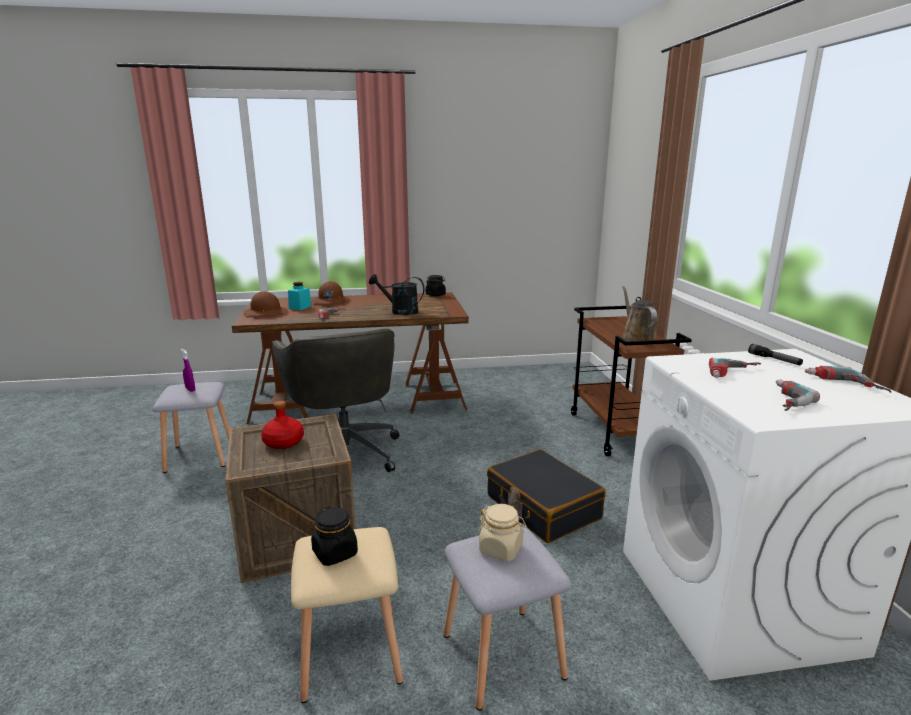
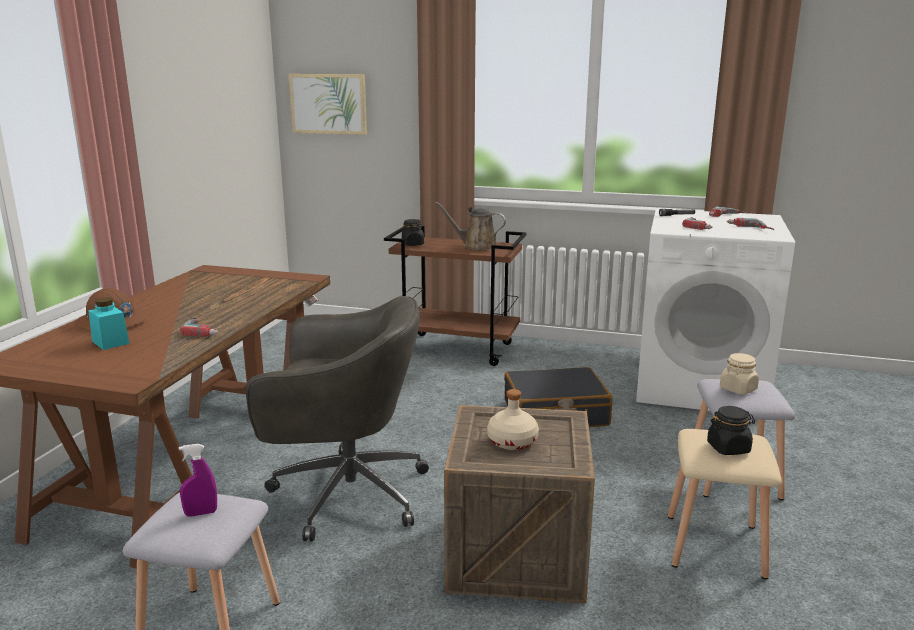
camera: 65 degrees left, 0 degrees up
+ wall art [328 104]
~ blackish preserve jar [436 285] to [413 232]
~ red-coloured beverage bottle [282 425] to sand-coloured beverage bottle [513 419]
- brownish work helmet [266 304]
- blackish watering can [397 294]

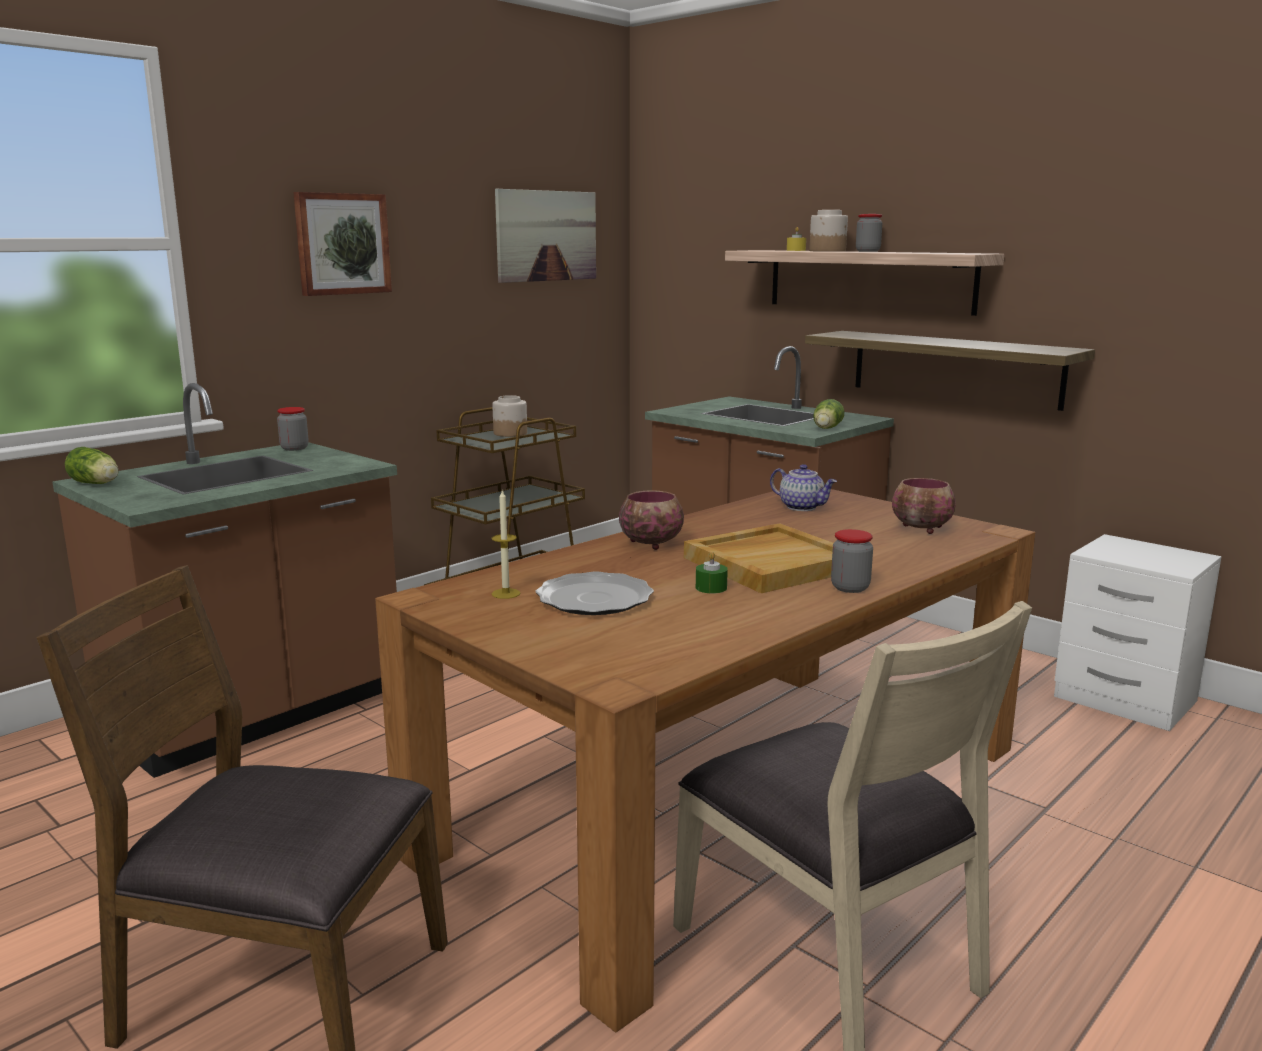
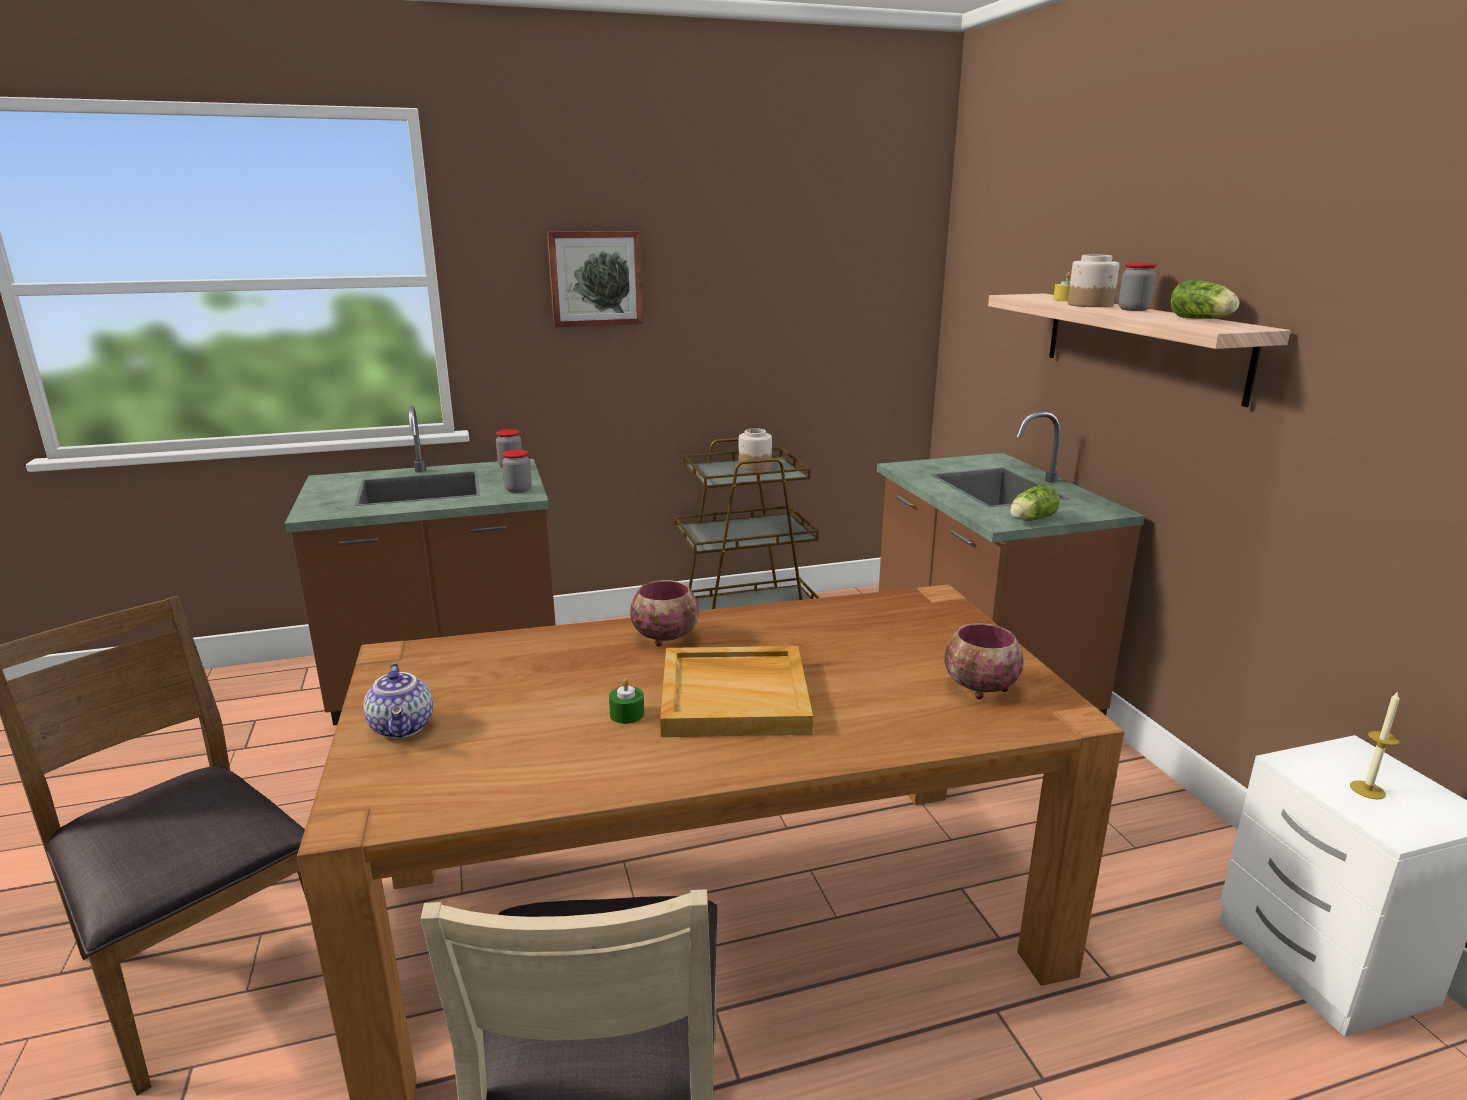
camera: 30 degrees right, 5 degrees up
~ pot for tea [803 487] to [398 701]
~ preserve jar [852 561] to [517 471]
~ head of lettuce [92 465] to [1204 299]
~ wax light [505 544] to [1375 745]
- wall art [545 236]
- plate [594 593]
- wall shelf [950 371]

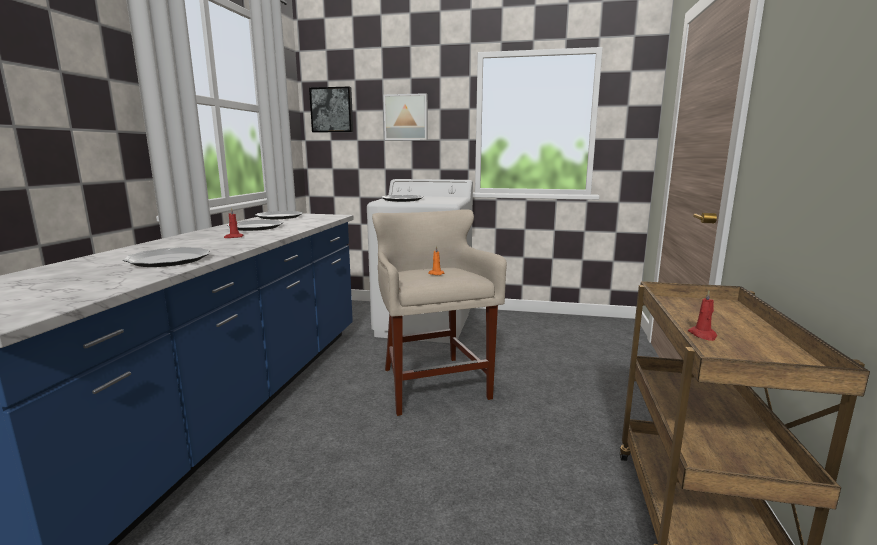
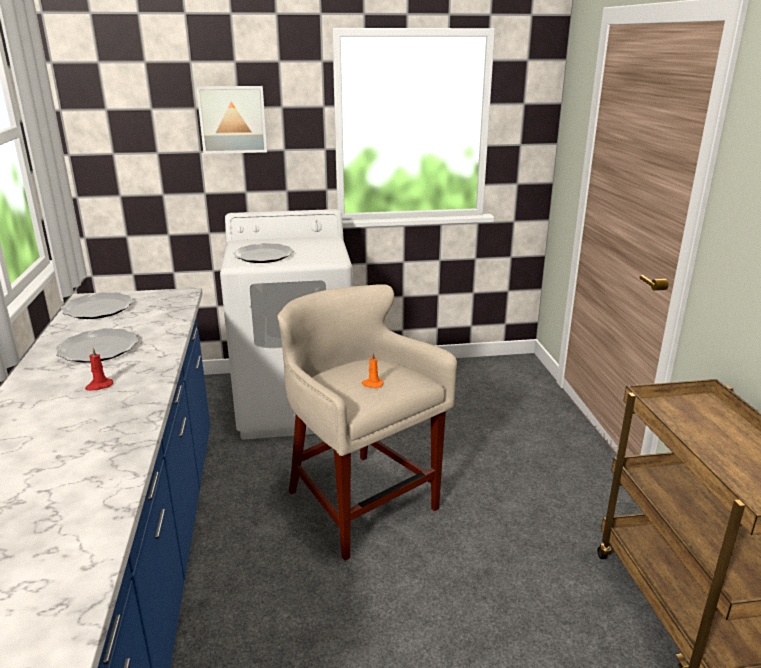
camera: 20 degrees left, 10 degrees up
- plate [166 257]
- wall art [331 109]
- red-coloured wax light [702 315]

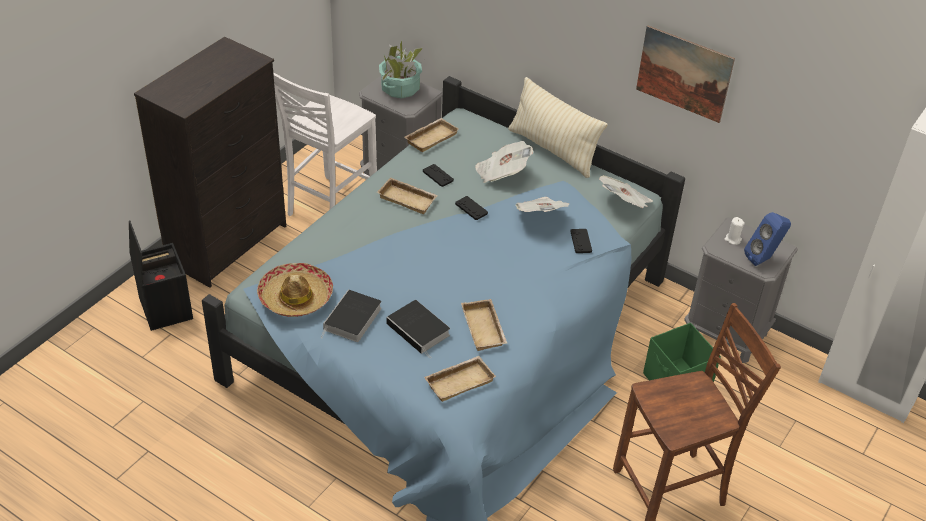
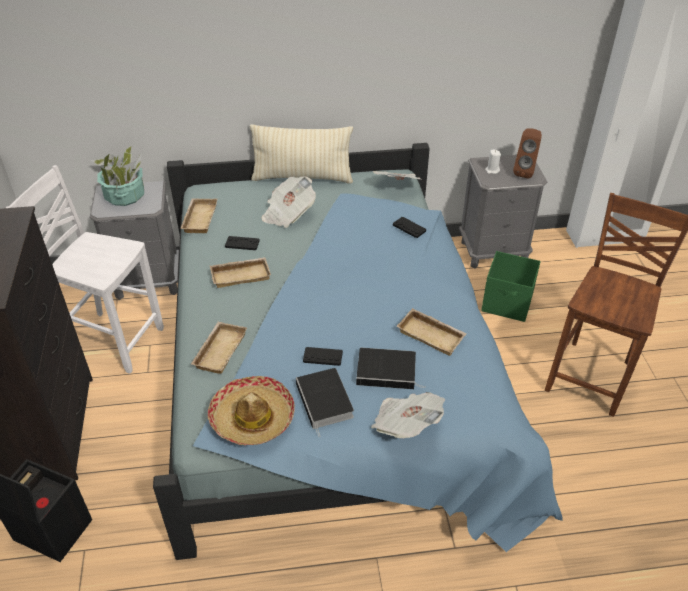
camera: 40 degrees left, 0 degrees up
~ white-coloured plain chair [325 144] = [85 269] 120 degrees clockwise
~ sand-coloured serving tray [460 379] to [219 348]
~ blackish gamepad [471 208] to [323 356]
~ daily paper [542 204] to [408 415]
~ blue loudspeaker [767 239] to brownish loudspeaker [527 153]
- wall art [685 74]

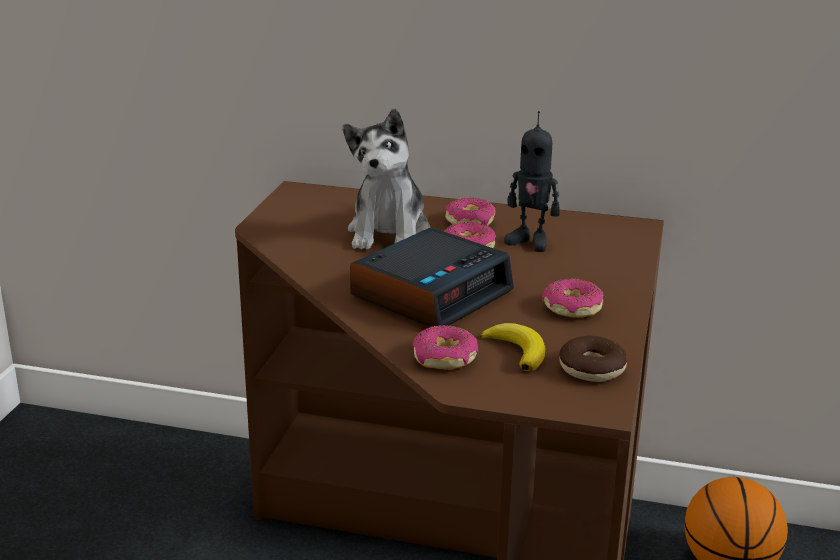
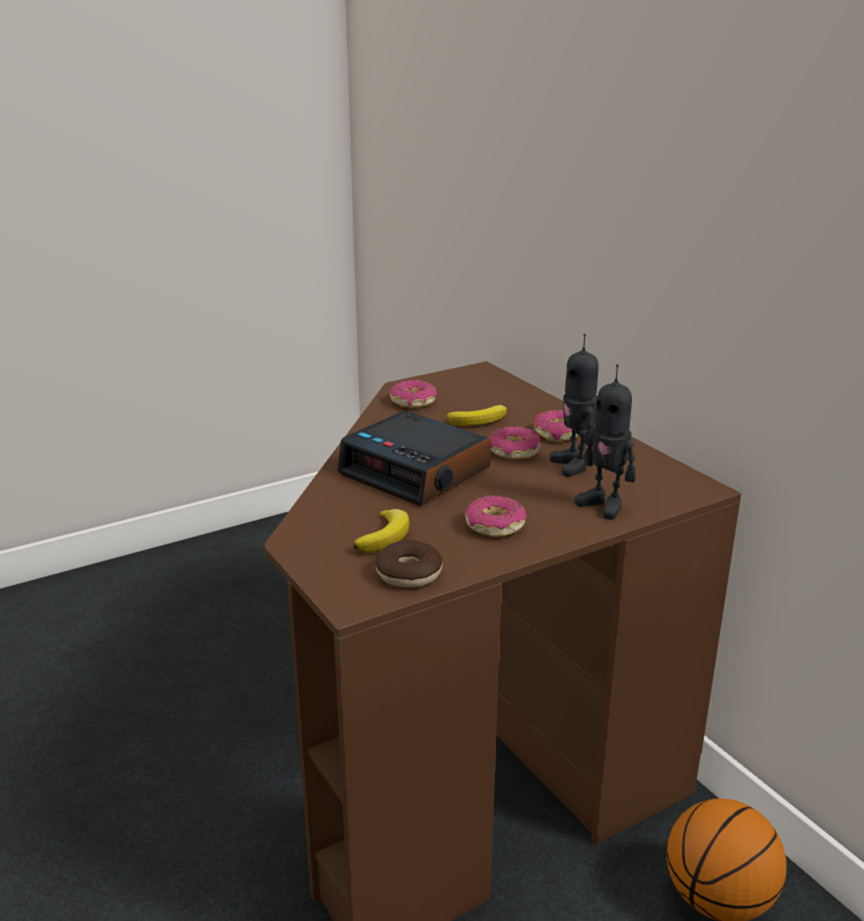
camera: 45 degrees right, 0 degrees up
~ bedside clock [432 277] = [414 458] 45 degrees clockwise
~ ring doughnut [445 347] to [413 393]
~ plush toy [387 179] to whole banana [476 415]
+ model robot [605 441]

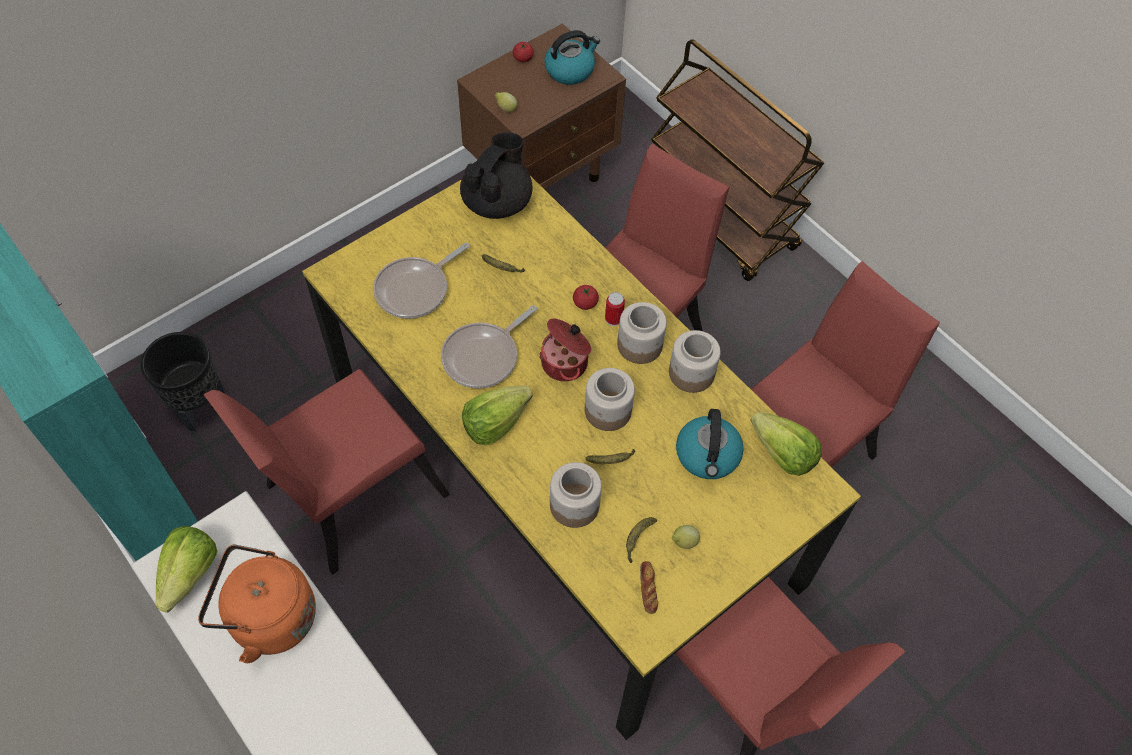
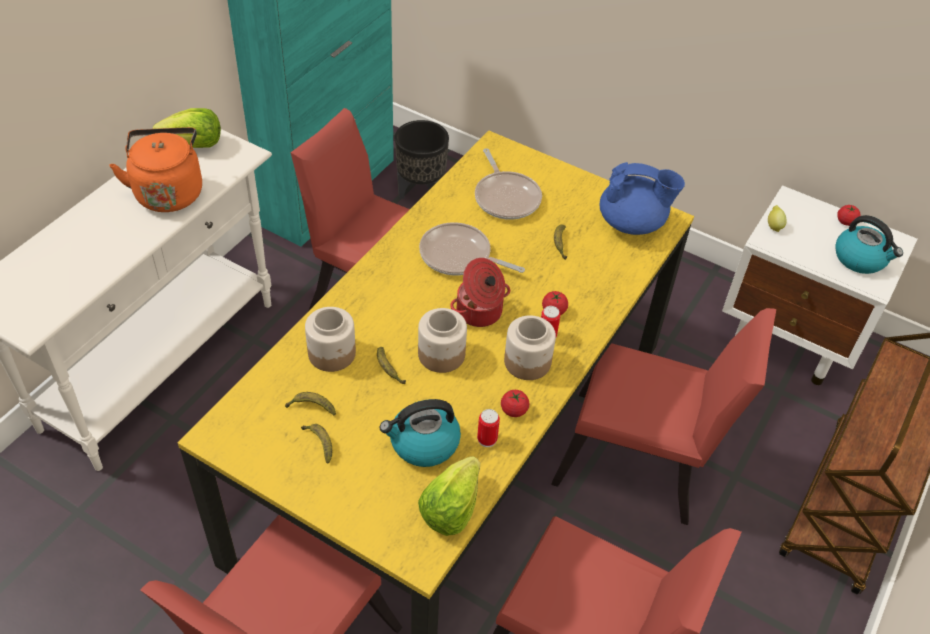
camera: 70 degrees right, 10 degrees down
~ citrus fruit [686 537] to whole banana [316 444]
~ skillet [421 281] = [508 184] 135 degrees counterclockwise
+ metal can [488 428]
~ preserve jar [695 361] to tomato [515 403]
~ blackish pot for tea [496 175] to blue pot for tea [642 198]
~ brownish night table [541 106] to white-coloured night table [819 285]
- head of lettuce [497 415]
- bread [649 587]

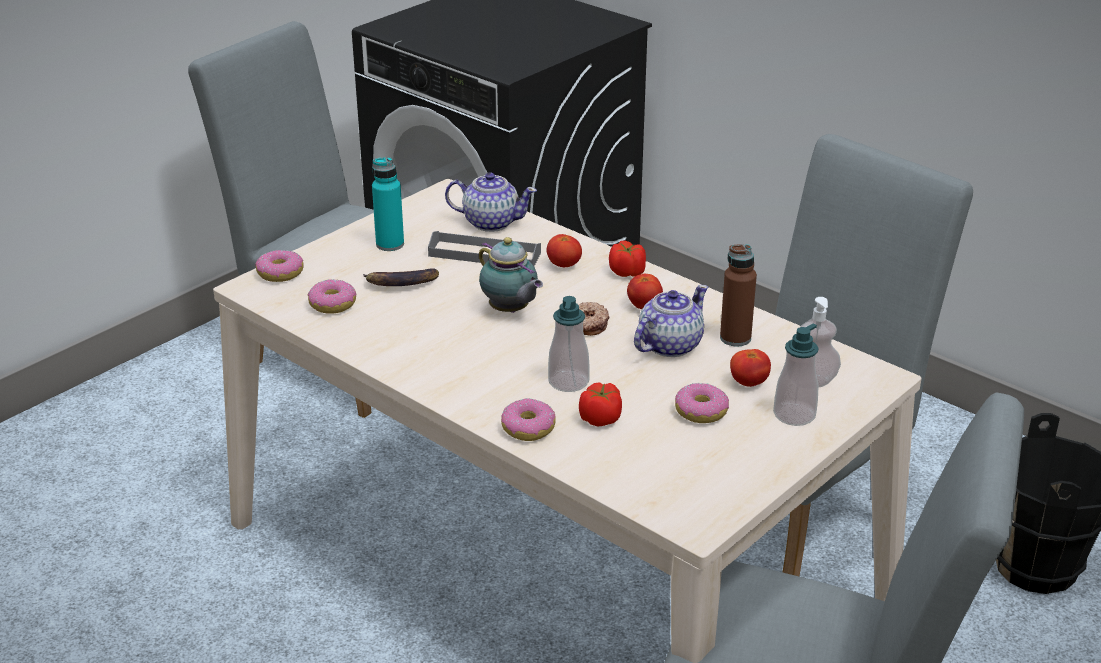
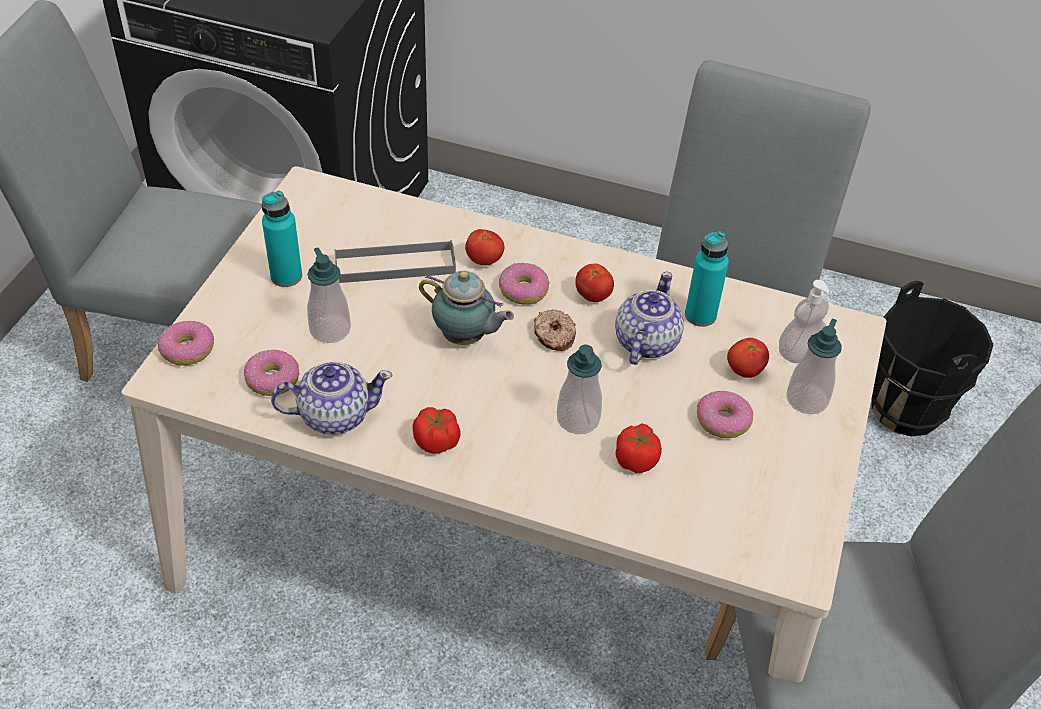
camera: 25 degrees left, 15 degrees up
~ pot for tea [491 202] to [332 398]
~ whole banana [401 277] to soap bottle [329 295]
~ tomato [627 259] to [437 430]
~ ring doughnut [528 419] to [524 284]
~ brownish beverage bottle [738 295] to blue-green beverage bottle [707 279]

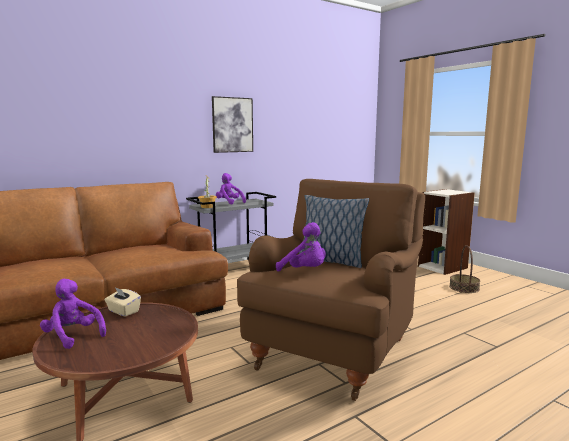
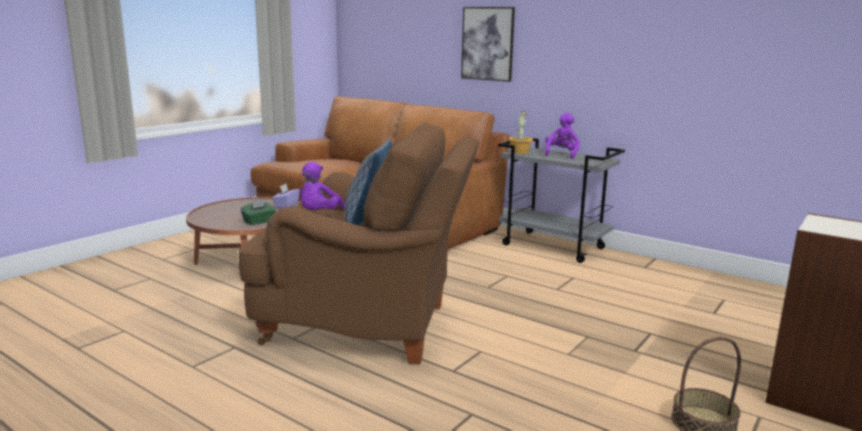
camera: 70 degrees right, 5 degrees up
+ greenish box of tissues [258 212]
~ sand-coloured box of tissues [123 302] to purplish box of tissues [286 196]
~ wall art [232 124] to [488 44]
- purplish plush toy [73 314]

